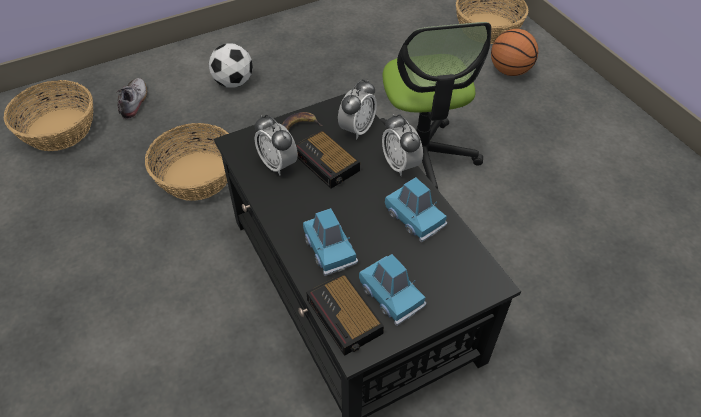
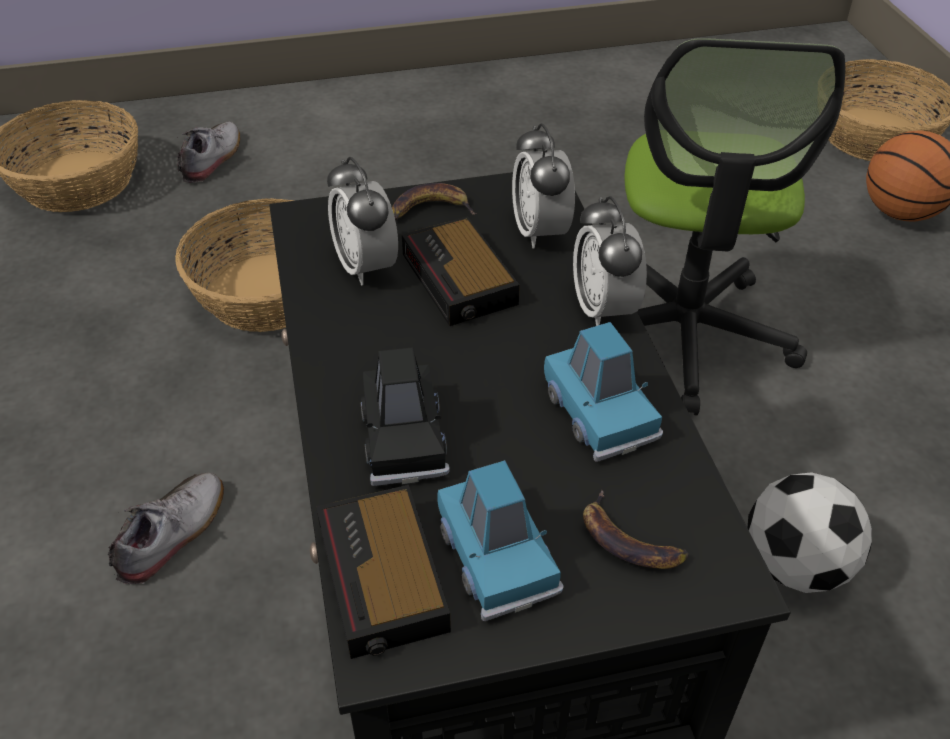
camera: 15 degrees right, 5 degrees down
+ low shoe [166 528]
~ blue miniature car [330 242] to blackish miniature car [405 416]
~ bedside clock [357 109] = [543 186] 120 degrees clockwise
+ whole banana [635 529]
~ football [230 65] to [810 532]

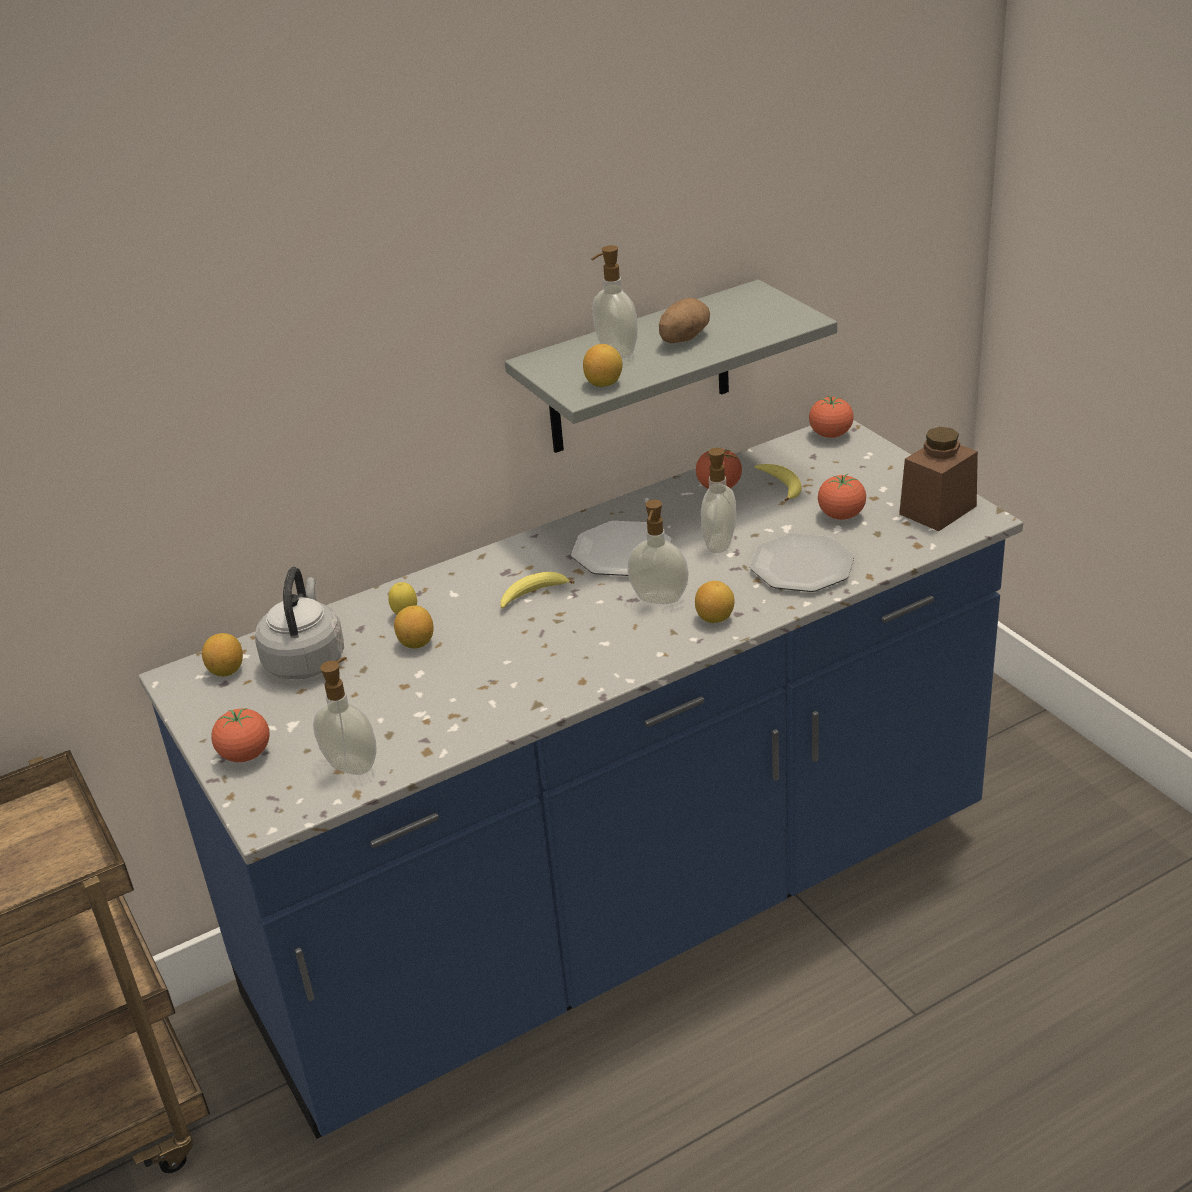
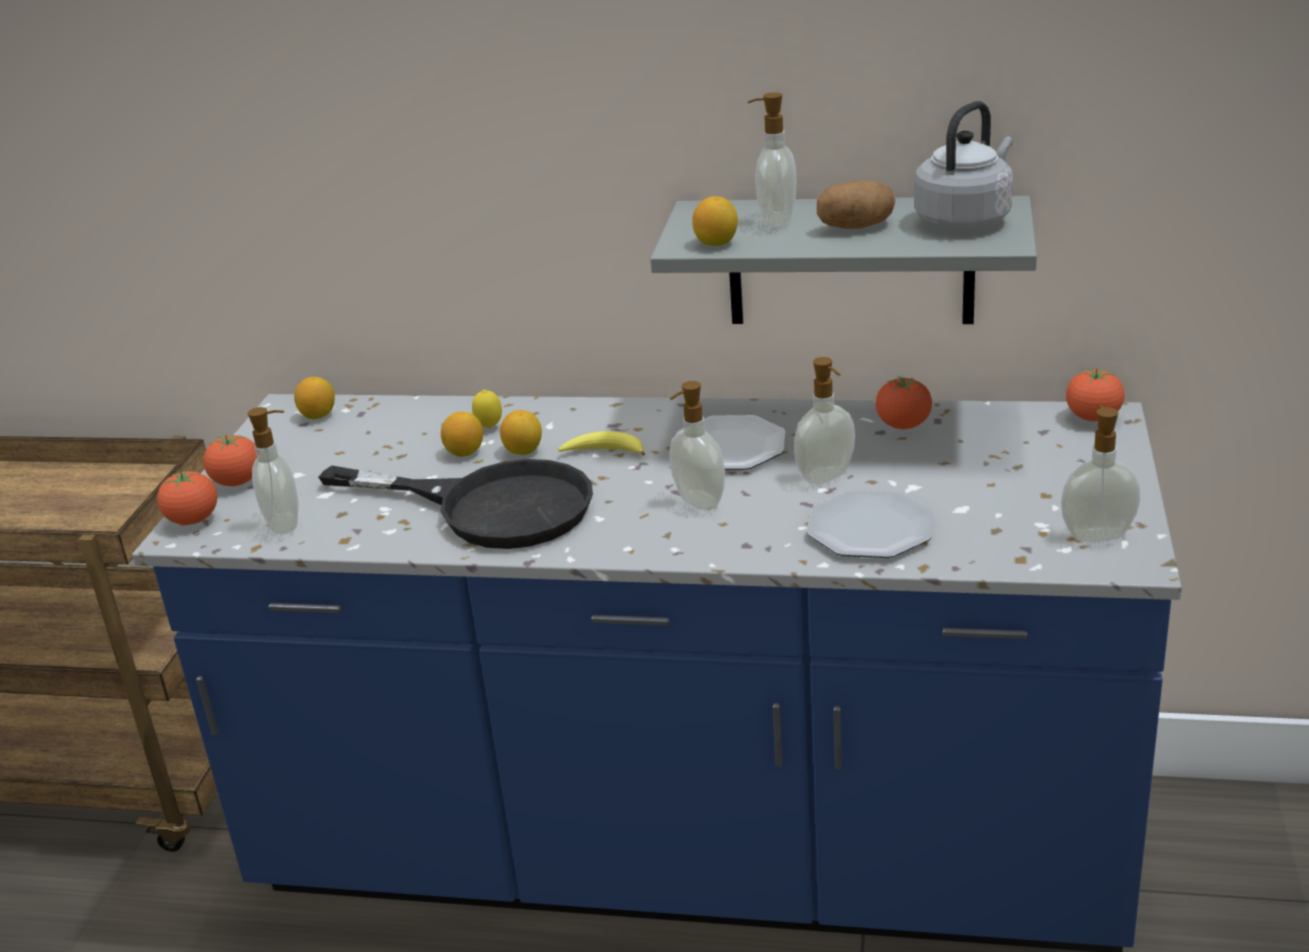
camera: 40 degrees right, 5 degrees down
~ tomato [842 497] to [187 497]
+ blackish skillet [455 504]
~ citrus fruit [715 602] to [521 432]
~ gray tea kettle [299 623] to [963 165]
~ brownish preserve jar [938 479] to soap bottle [1100 473]
- whole banana [778 482]

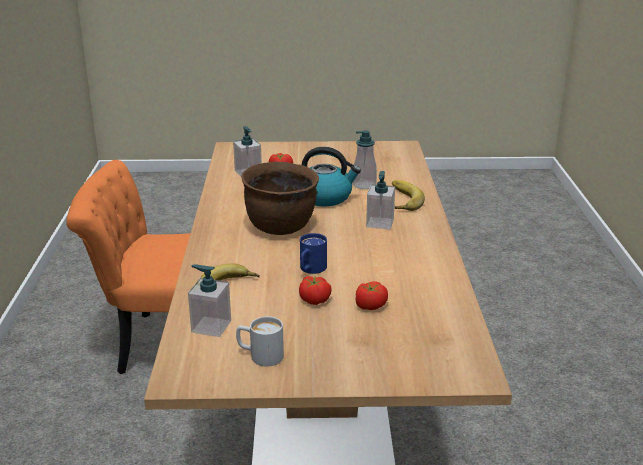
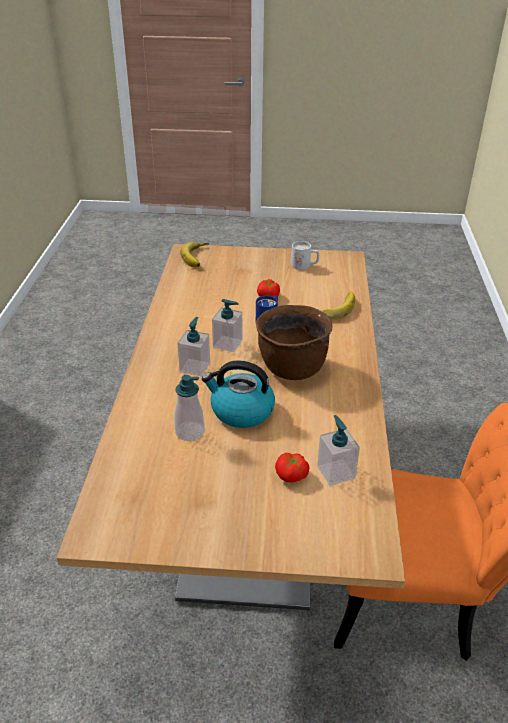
camera: 175 degrees left, 10 degrees up
~ whole banana [408 195] to [194 255]
~ soap bottle [209 301] to [227 325]
- tomato [372 295]

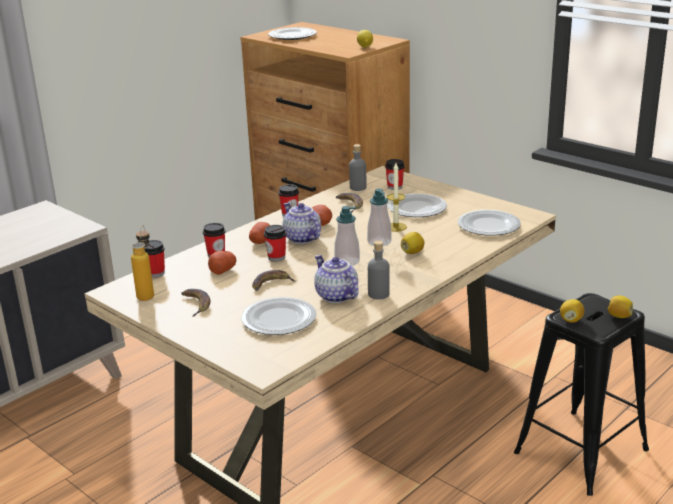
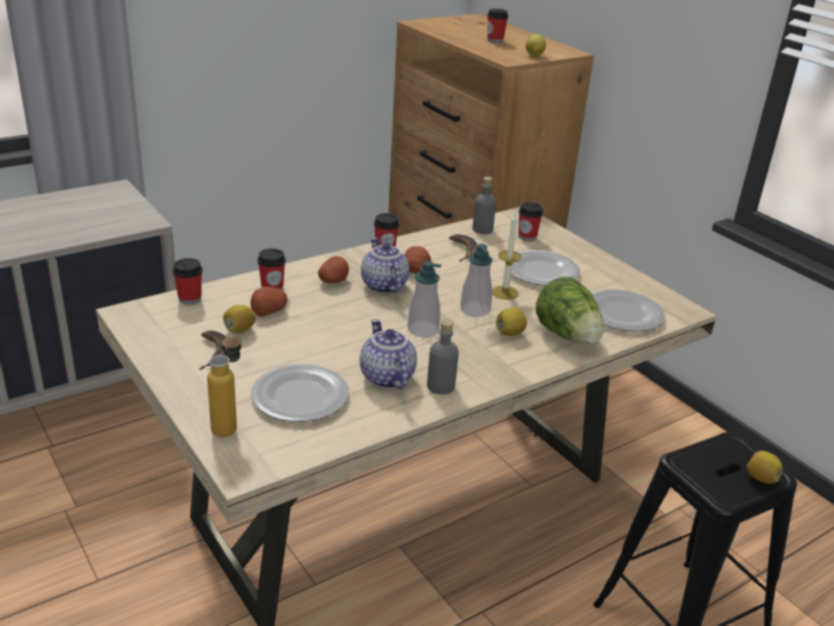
camera: 10 degrees right, 5 degrees up
~ beverage bottle [142 263] to [224 383]
~ citrus fruit [572 311] to [239 319]
~ drinking cup [275 243] to [497 26]
+ head of lettuce [570 310]
- whole banana [273 280]
- plate [292 33]

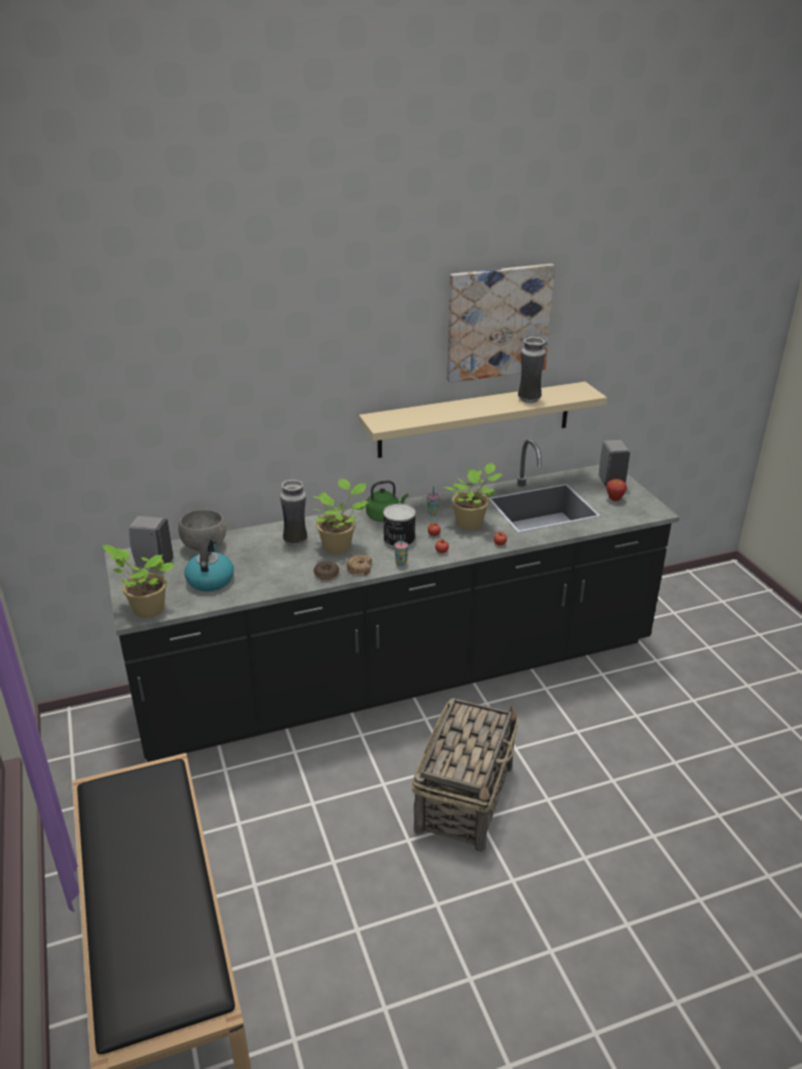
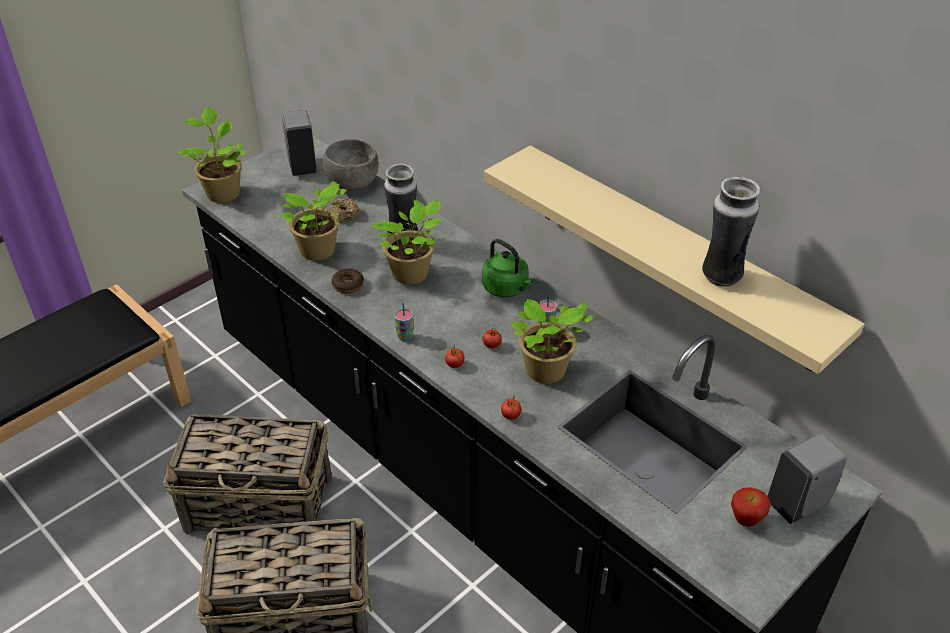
camera: 65 degrees right, 10 degrees up
+ storage basket [247 474]
+ plant in a pot [313 221]
~ ring doughnut [359 565] to [343 210]
- tea kettle [209 565]
- metal can [399 525]
- wall art [501 323]

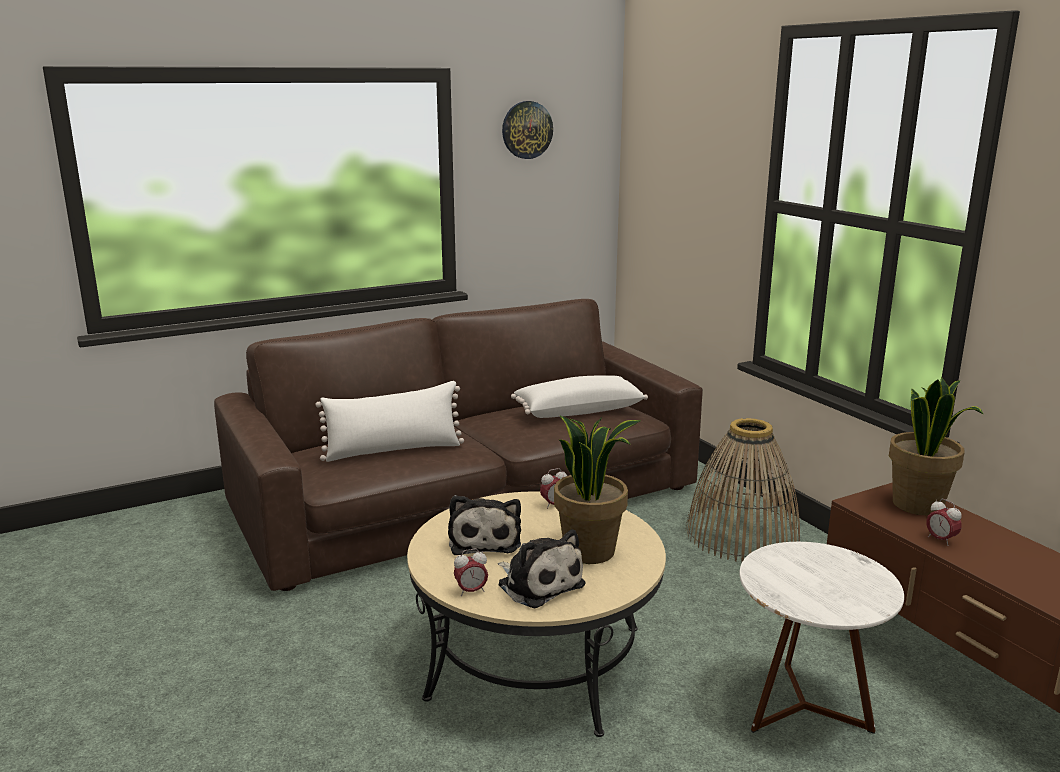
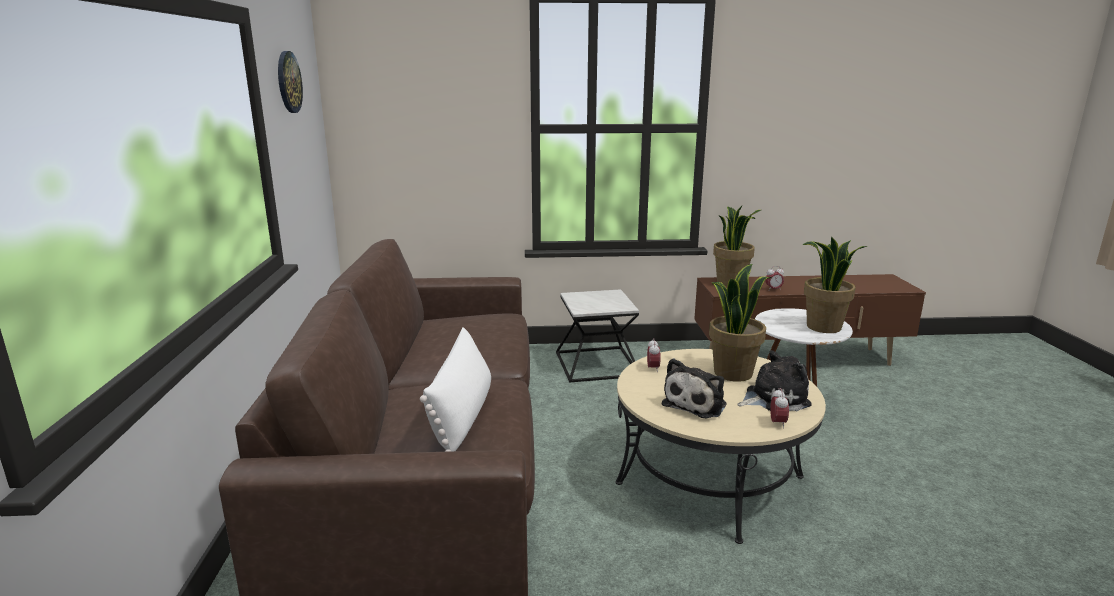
camera: 65 degrees left, 0 degrees up
~ storage basket [743 490] to side table [597 335]
~ plush toy [484 525] = [694 388] 105 degrees clockwise
+ plant in a pot [834 284]
- white-coloured cushion [579 396]

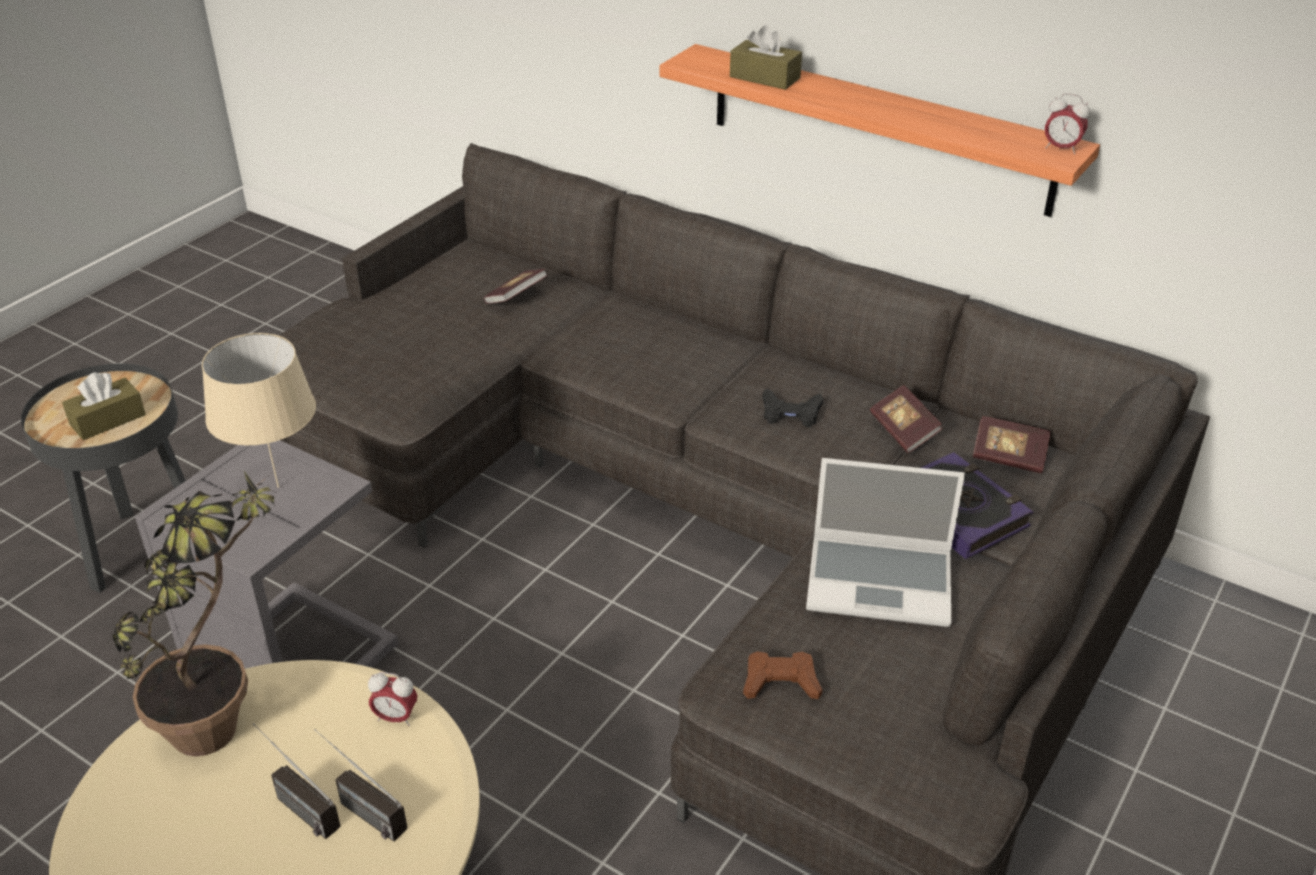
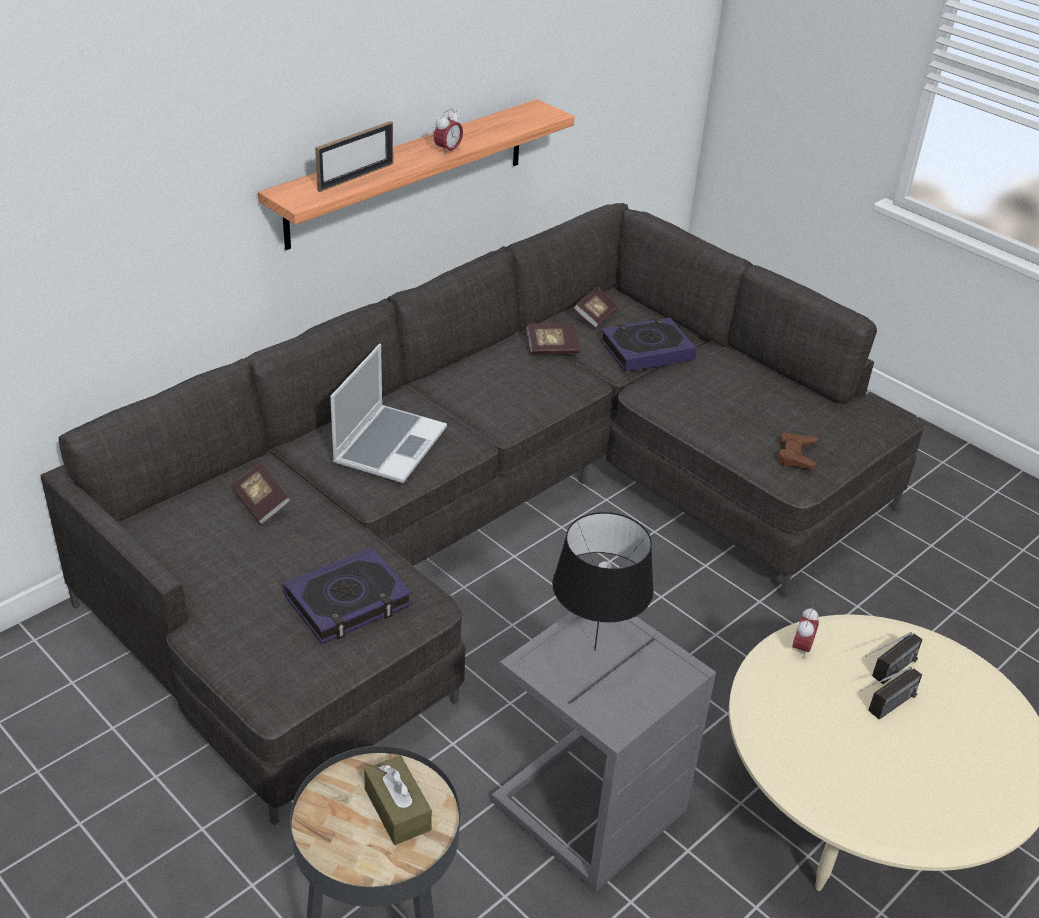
camera: 80 degrees left, 0 degrees up
+ book [348 595]
~ brownish box of tissues [766 57] to photo frame [354 156]
~ portable computer [885 542] to [388 413]
~ bedside clock [1067 123] to [448 132]
~ sand-coloured lamp for a table [259 410] to blackish lamp for a table [603 581]
- plant in a pot [195 613]
- blackish gamepad [792 407]

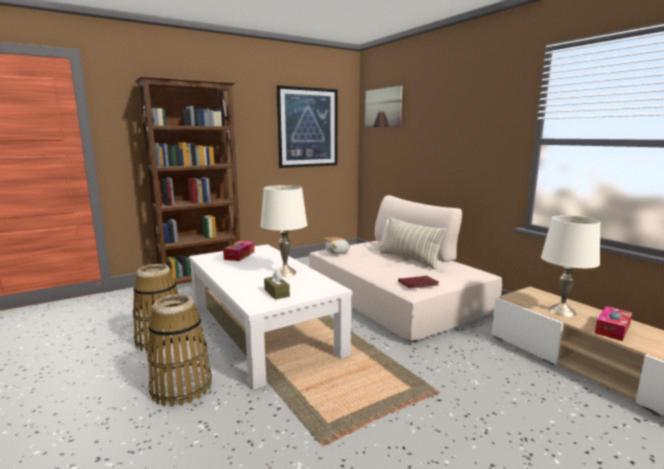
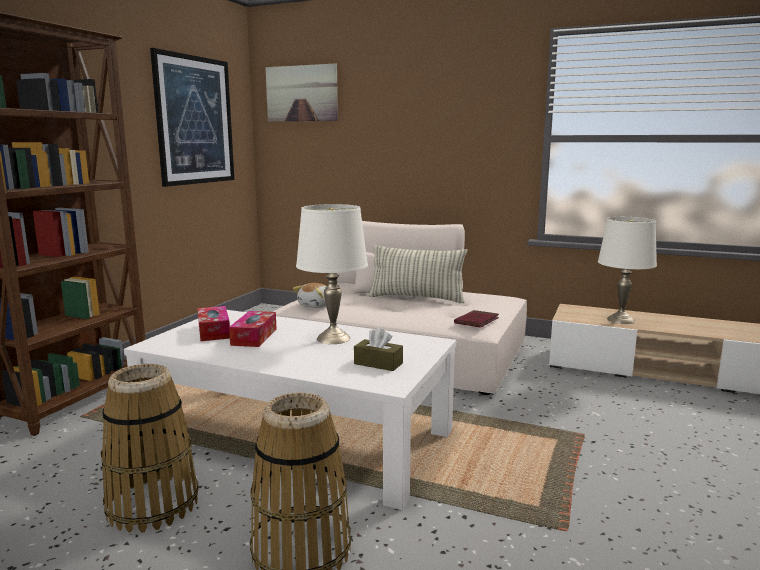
camera: 35 degrees left, 0 degrees up
~ box of tissues [613 323] to [253 329]

